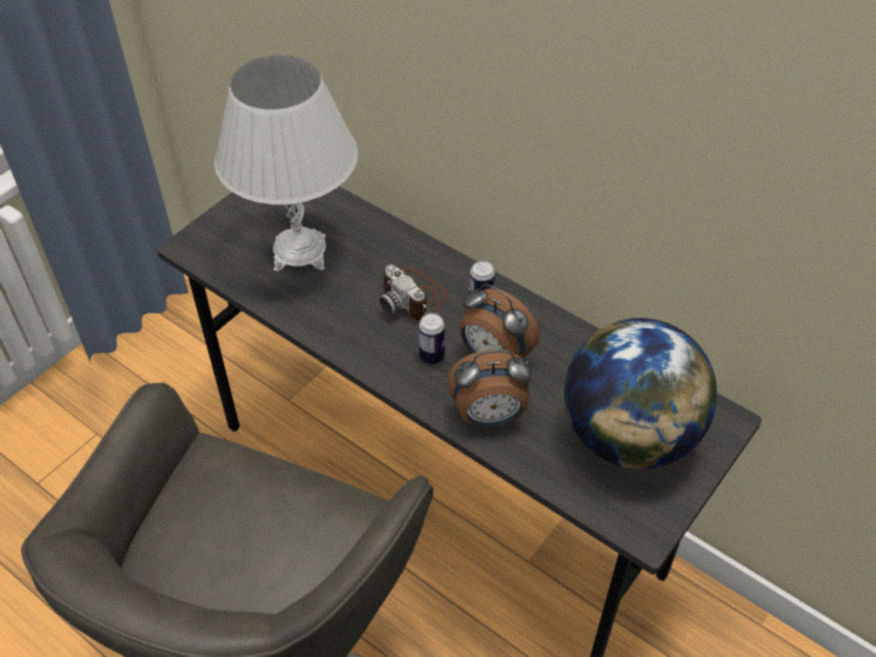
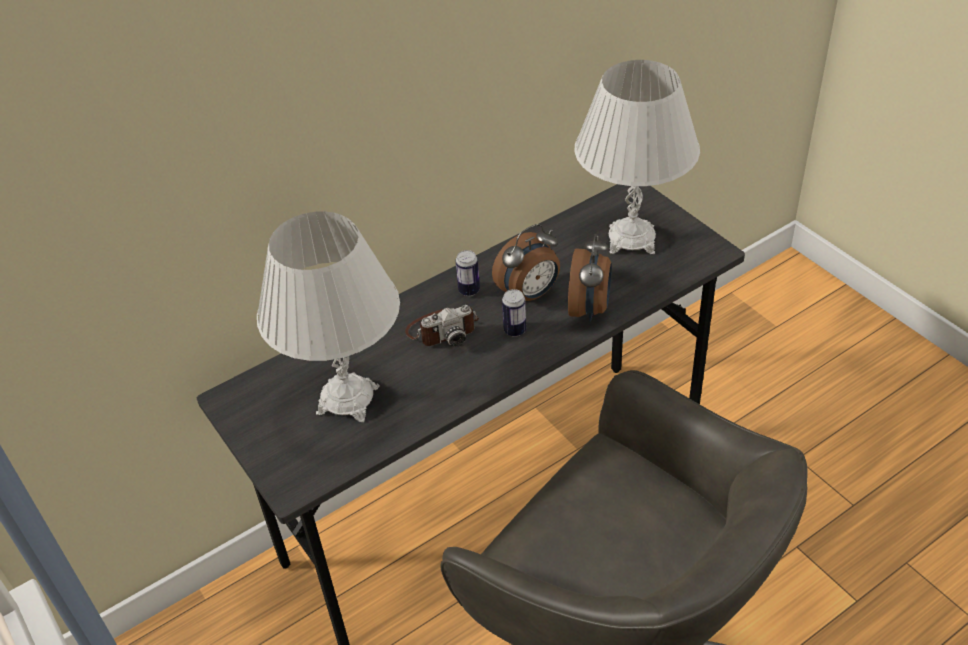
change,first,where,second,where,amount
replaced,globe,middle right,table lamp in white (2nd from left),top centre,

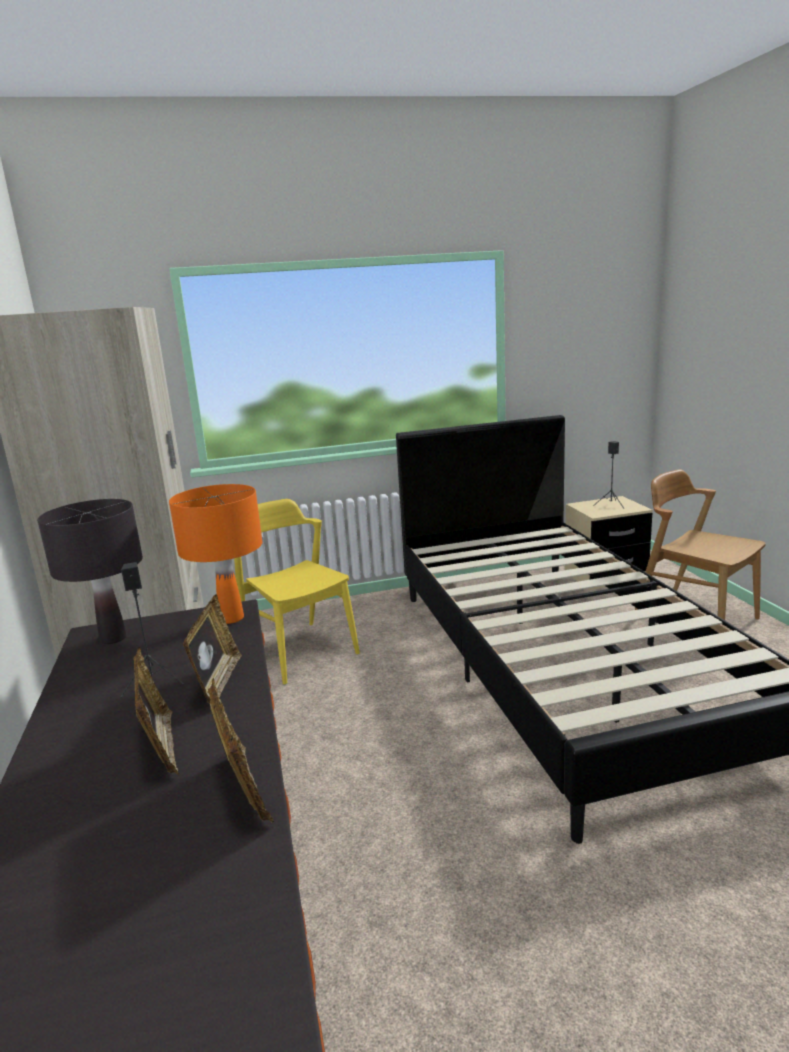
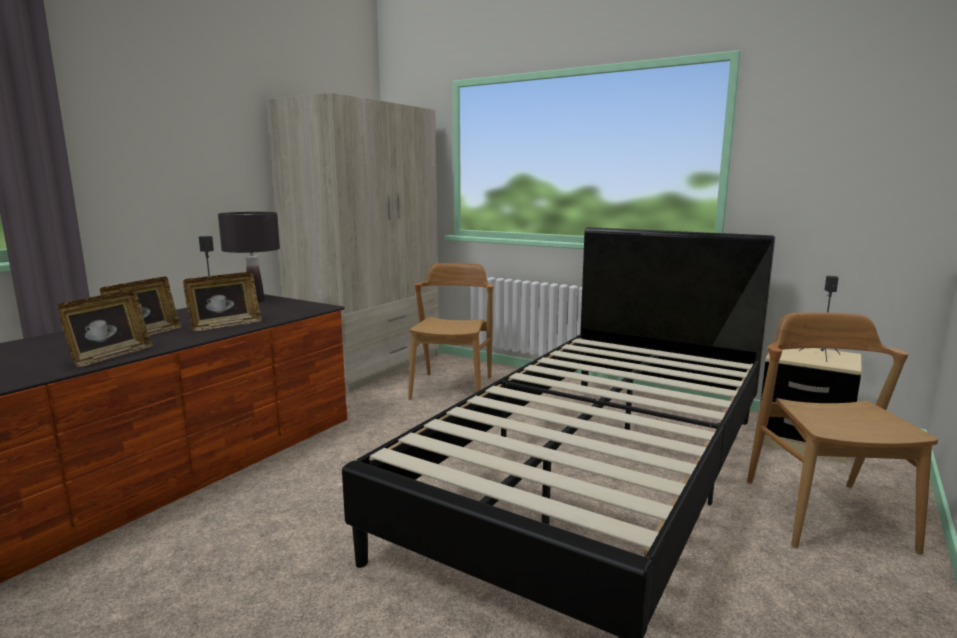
change,first,where,second,where,amount
removed,table lamp in orange,middle left,,,
recoloured,chair in yellow,centre,chair in brown (1st from left),centre,

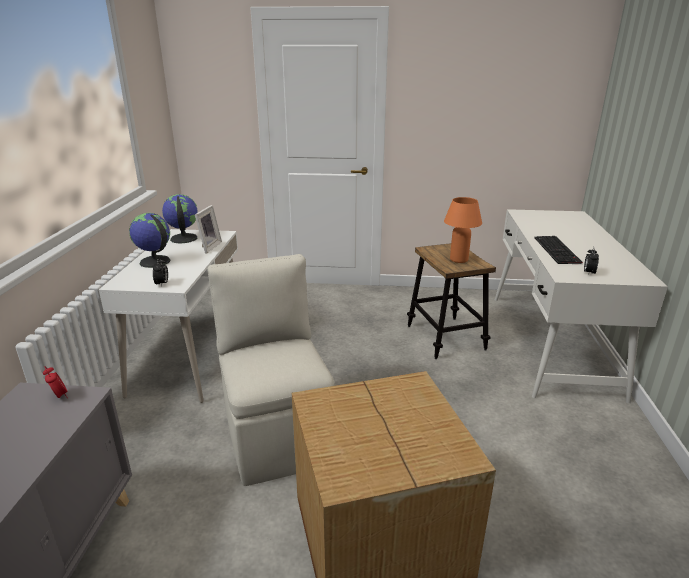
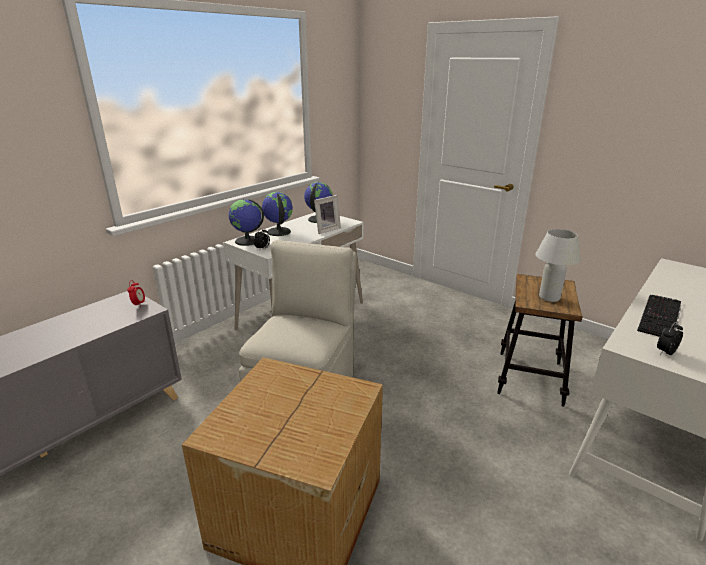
change,first,where,second,where,amount
recoloured,table lamp in orange,middle right,table lamp in white,middle right,
added,,,globe (1st from left),centre,

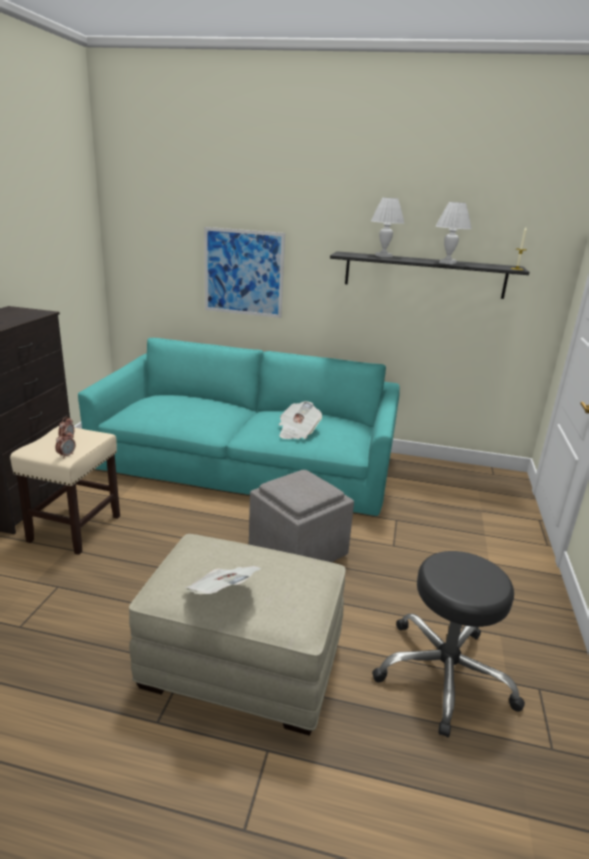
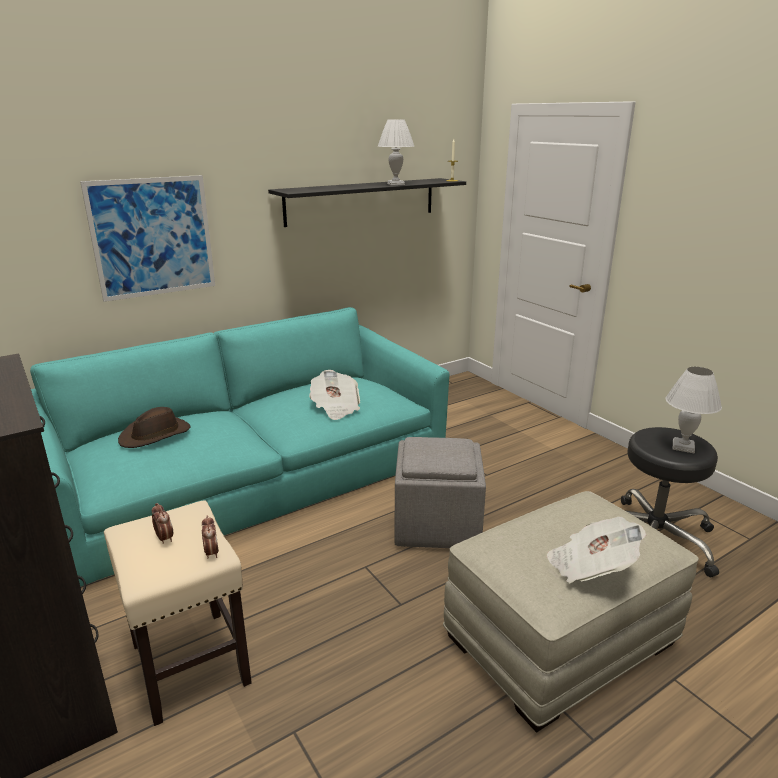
change,first,where,second,where,amount
moved,table lamp in white (1st from left in the first image),top centre,table lamp in white (2nd from left),middle right,
added,,,hat in brown,middle left,

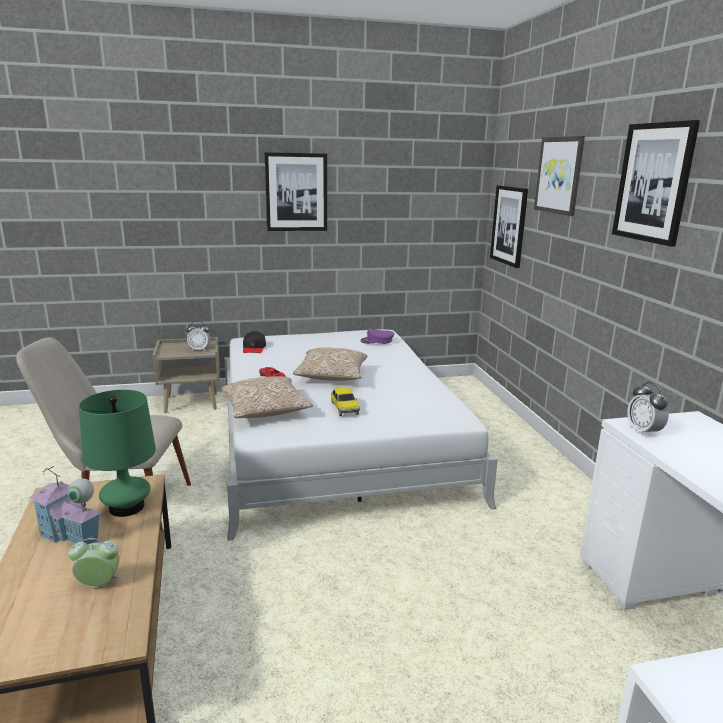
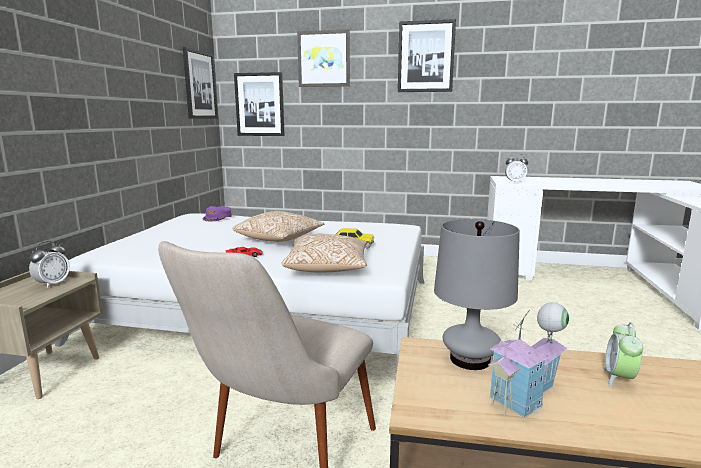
change,first,where,second,where,amount
moved,picture (1st from left),top centre,,top left,
removed,cap in black,centre,,,
recoloured,table lamp in green,middle left,table lamp in grey,middle right,

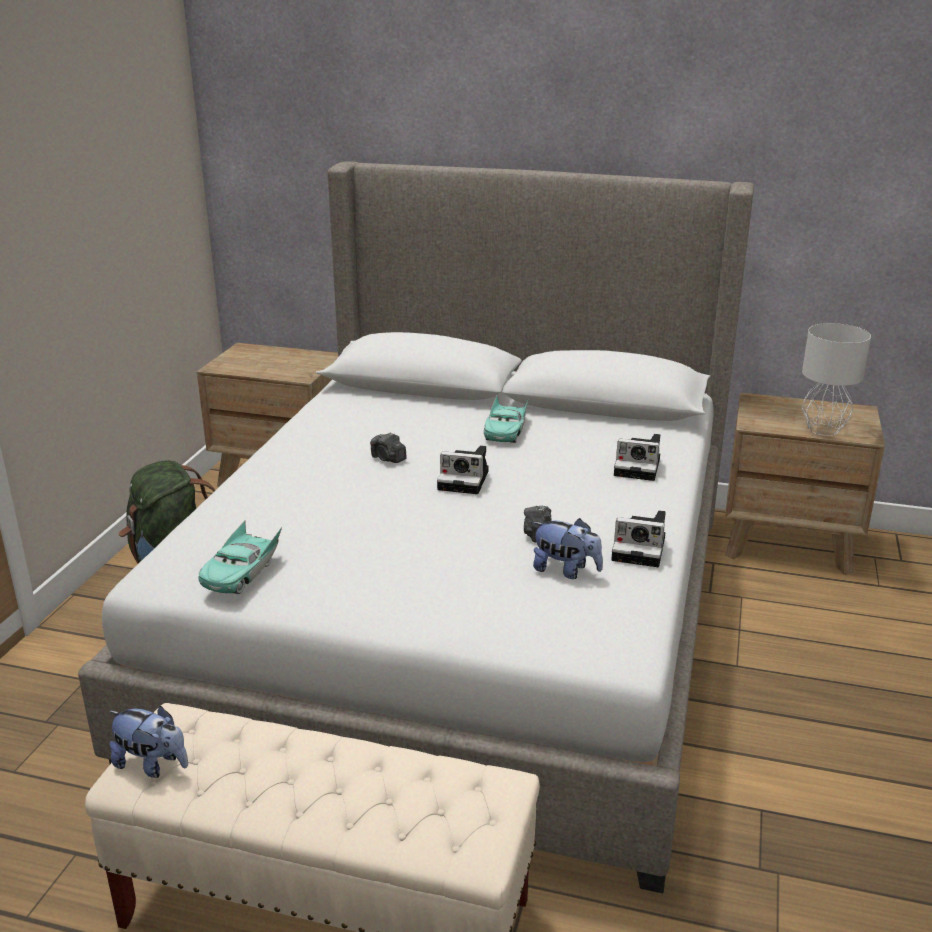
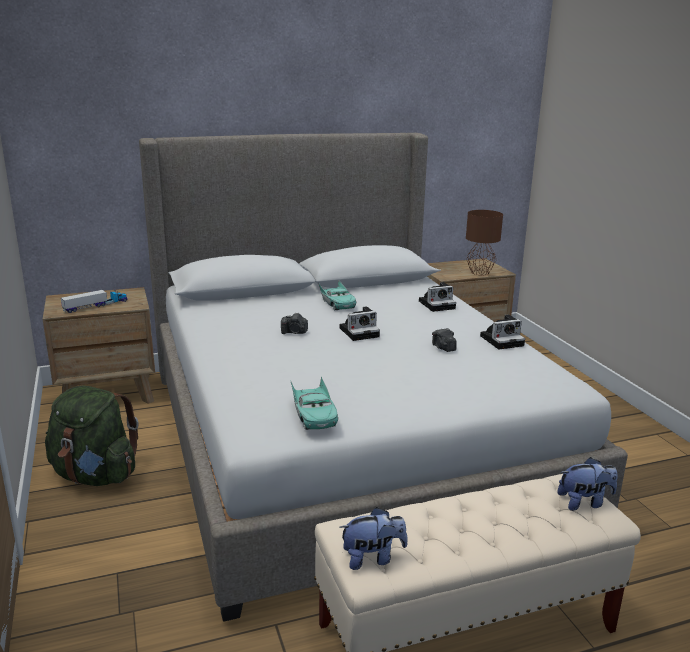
change,first,where,second,where,amount
recoloured,table lamp in grey,middle right,table lamp in brown,middle right,
moved,plush toy (2nd from left),centre,,bottom right,
added,,,toy truck,middle left,

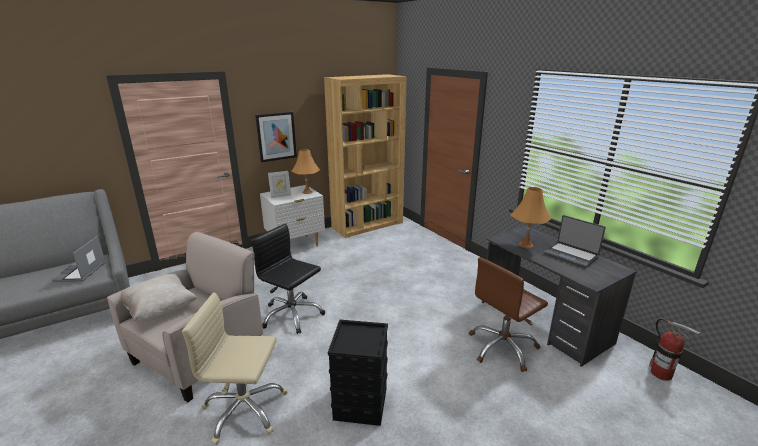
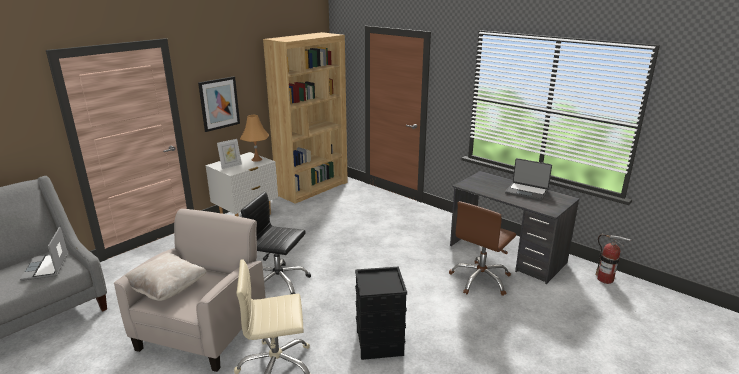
change,first,where,second,where,amount
removed,table lamp in orange (2nd from left),middle right,,,

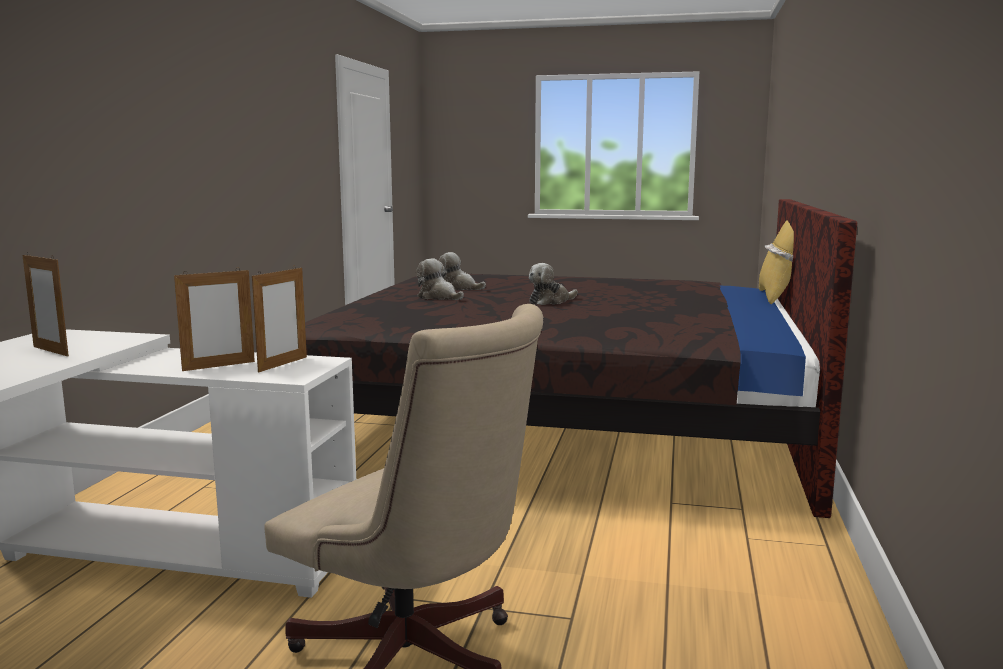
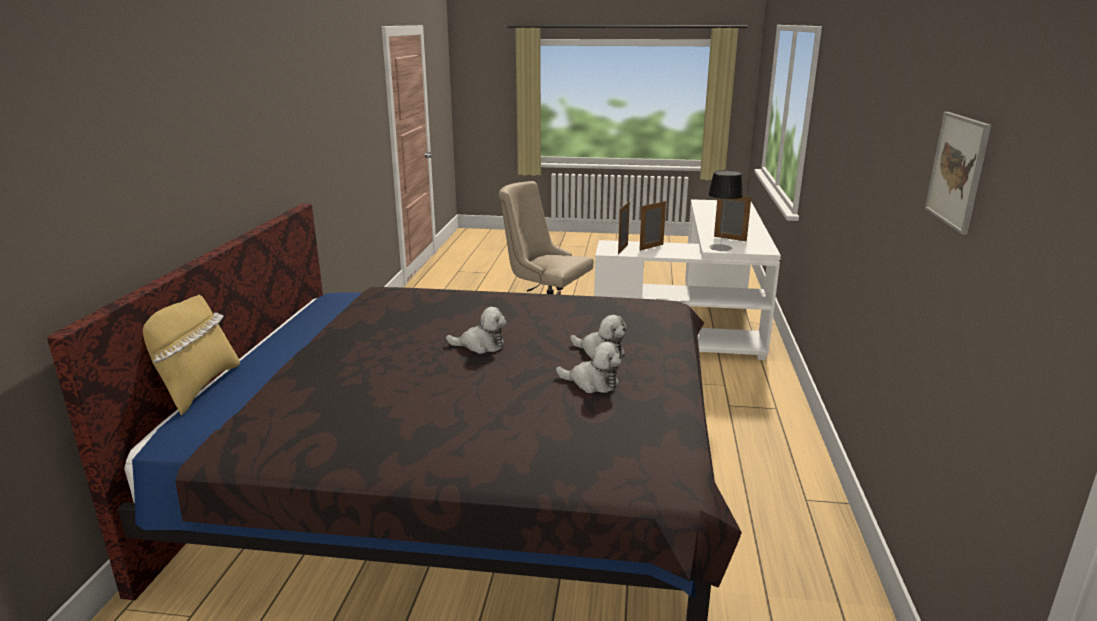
change,first,where,second,where,amount
turned,plush toy (3rd from left in the first image),centre,plush toy (1st from left),centre,45 degrees clockwise
added,,,picture,top right,
added,,,table lamp,centre,

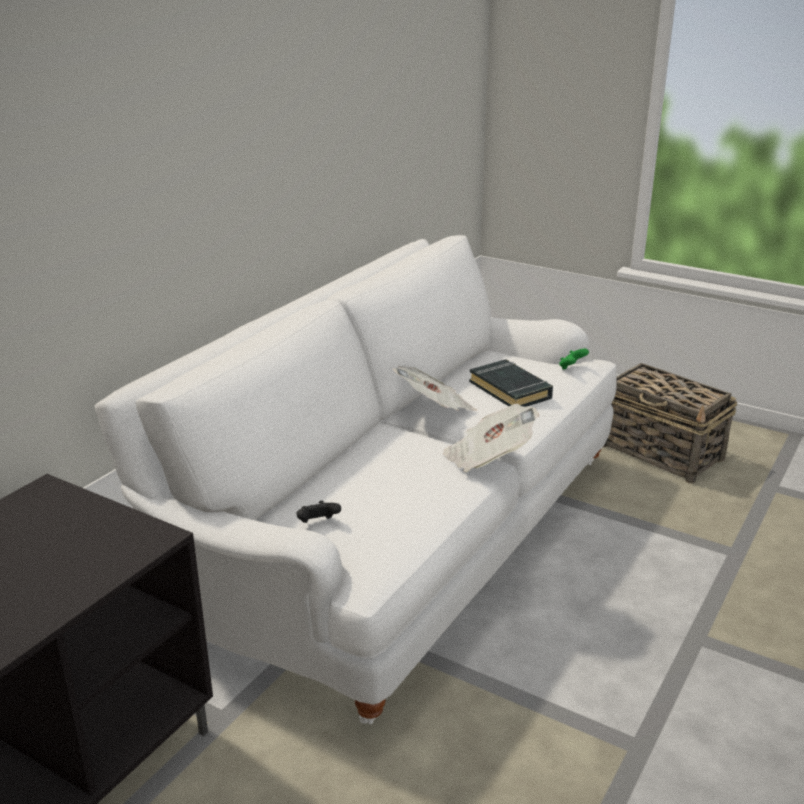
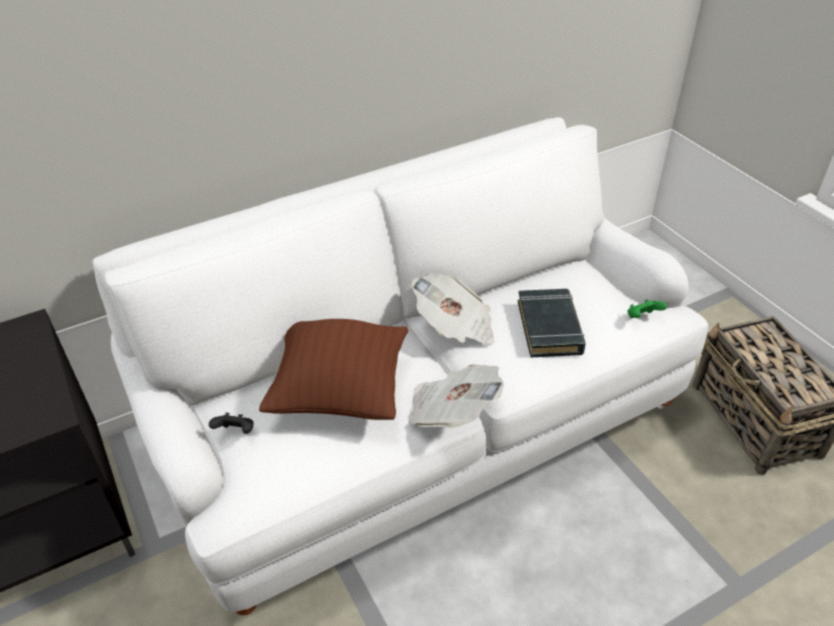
change,first,where,second,where,amount
added,,,pillow in brown,centre,

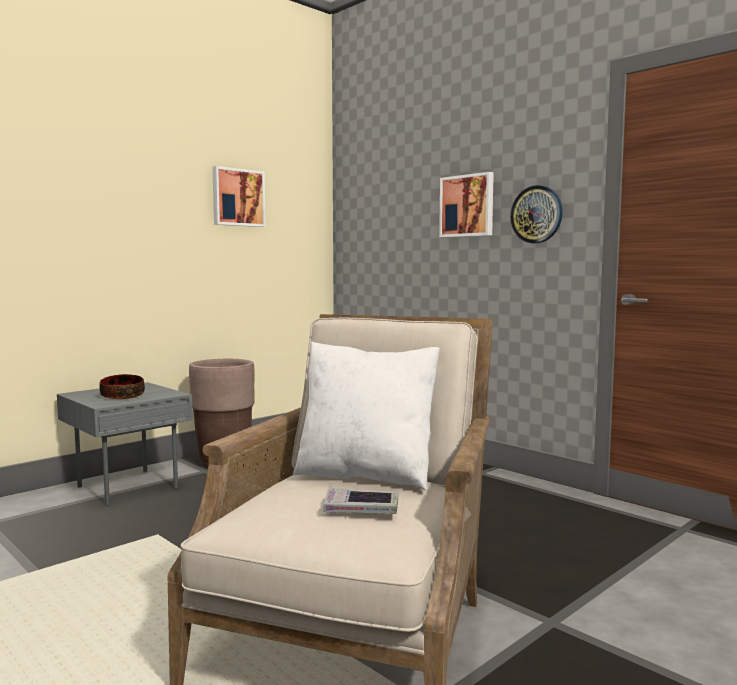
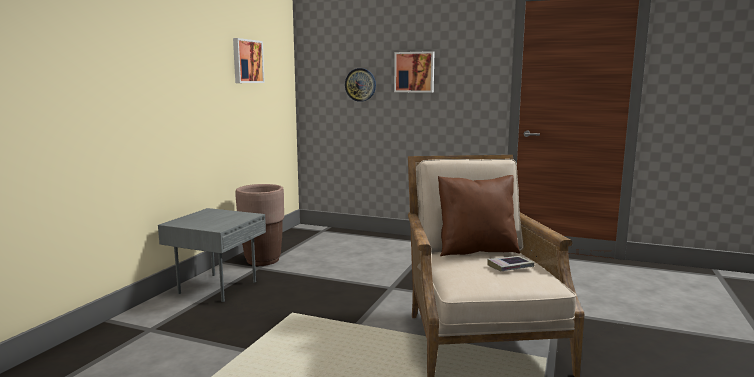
change,first,where,second,where,amount
moved,wall clock,top right,,top centre,
recoloured,pillow in white,centre,pillow in brown,centre,
removed,bowl,middle left,,,

